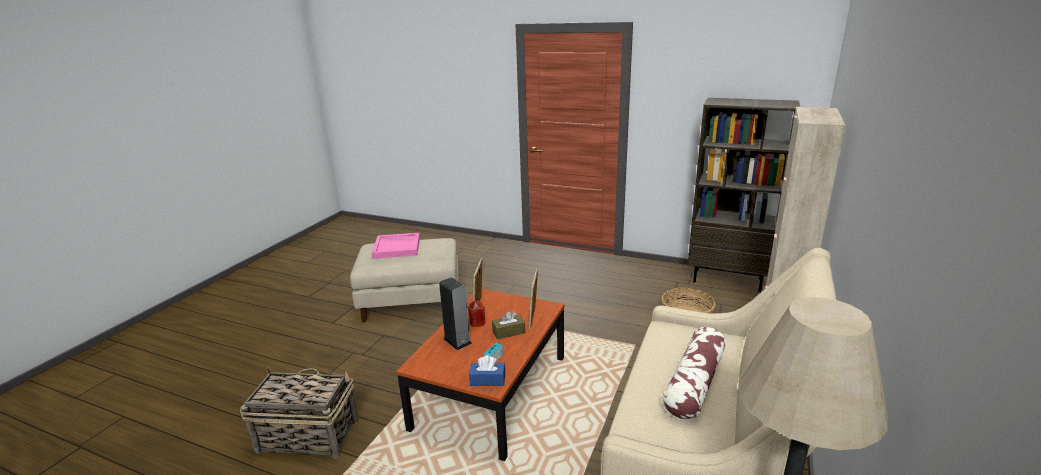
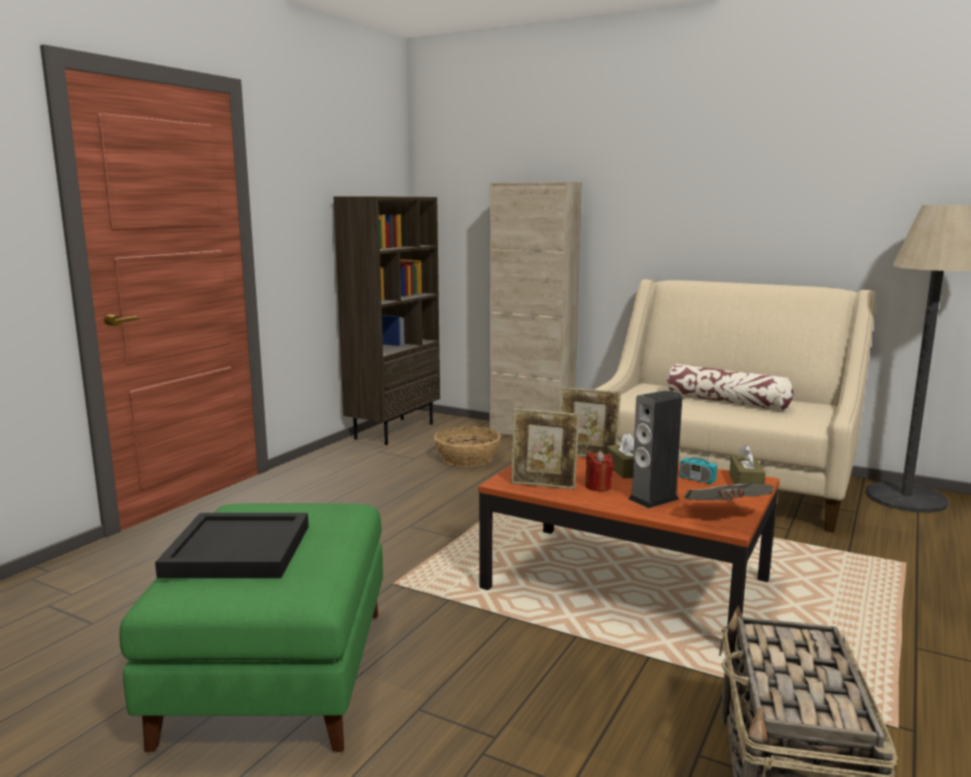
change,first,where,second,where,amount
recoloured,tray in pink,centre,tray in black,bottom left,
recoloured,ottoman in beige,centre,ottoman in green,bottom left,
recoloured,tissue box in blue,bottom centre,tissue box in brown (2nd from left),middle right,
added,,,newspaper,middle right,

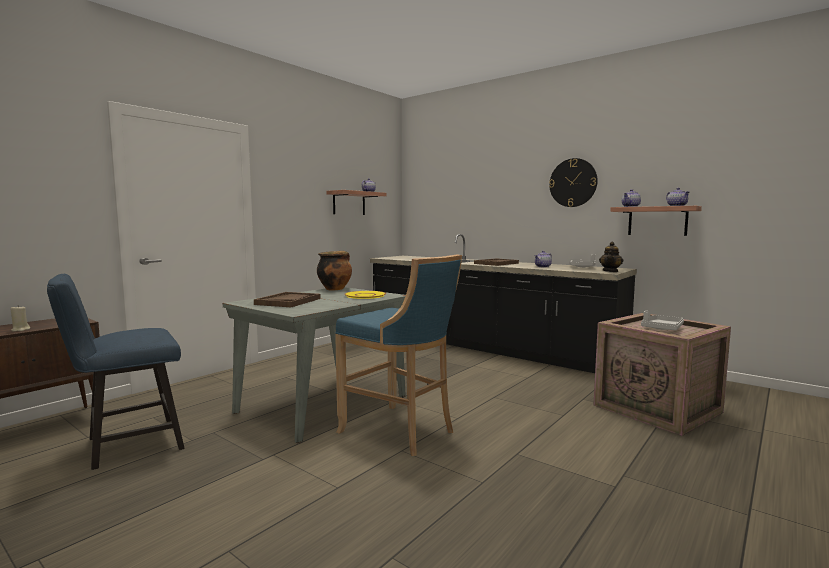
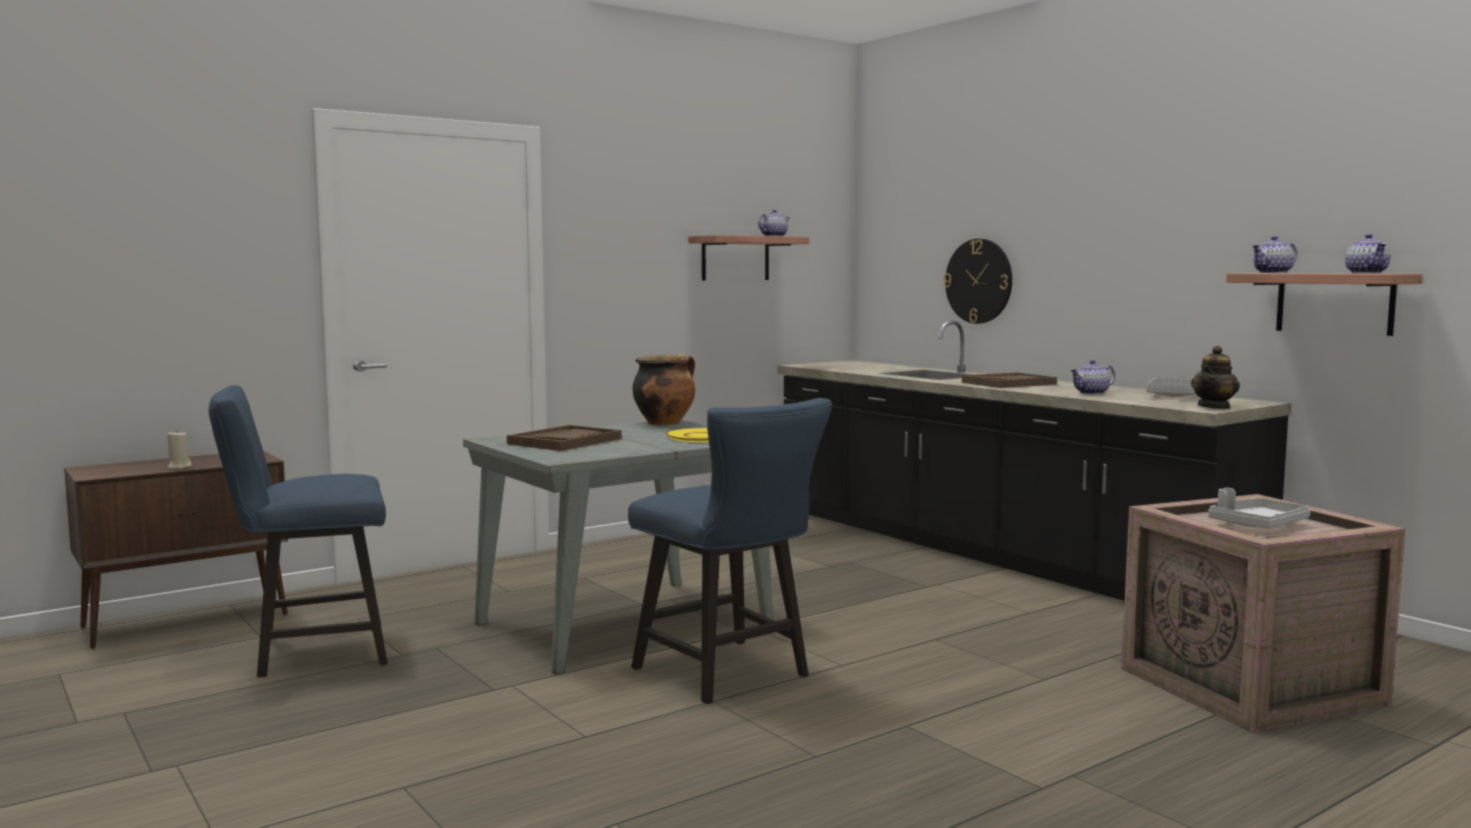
change,first,where,second,where,amount
moved,wall clock,top right,,centre,
replaced,stool in blue,centre,chair in blue (2nd from left),centre,

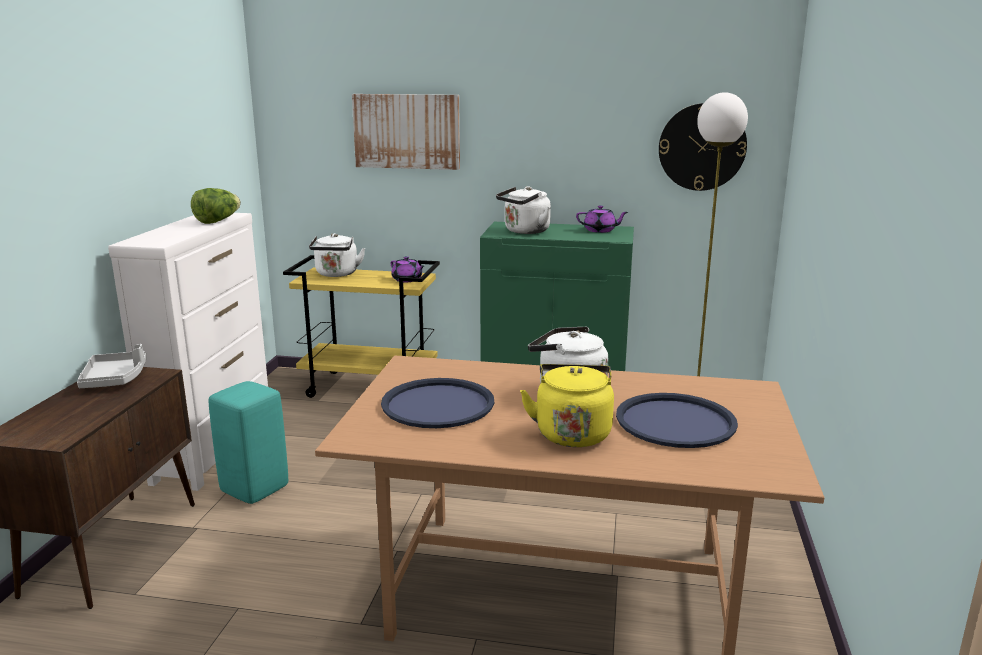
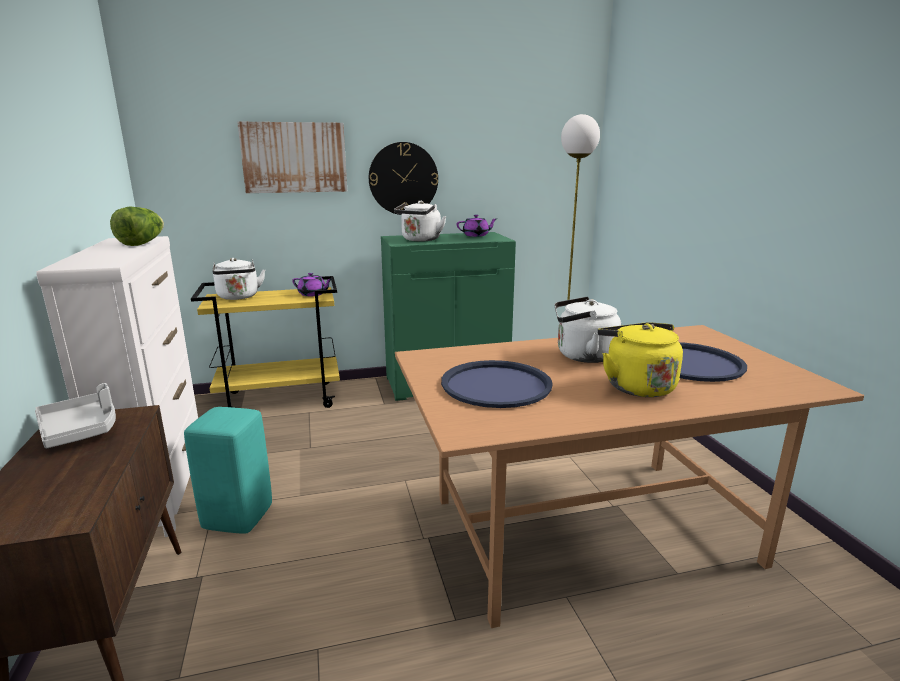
change,first,where,second,where,amount
moved,wall clock,top right,,top centre,

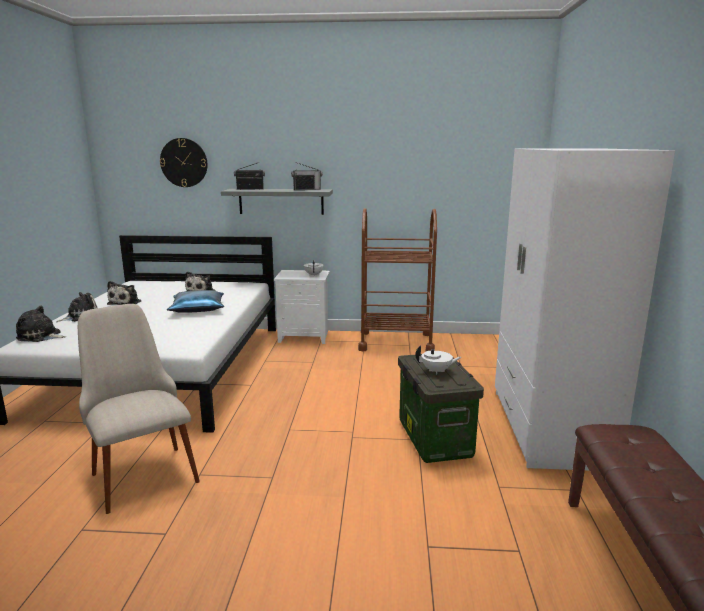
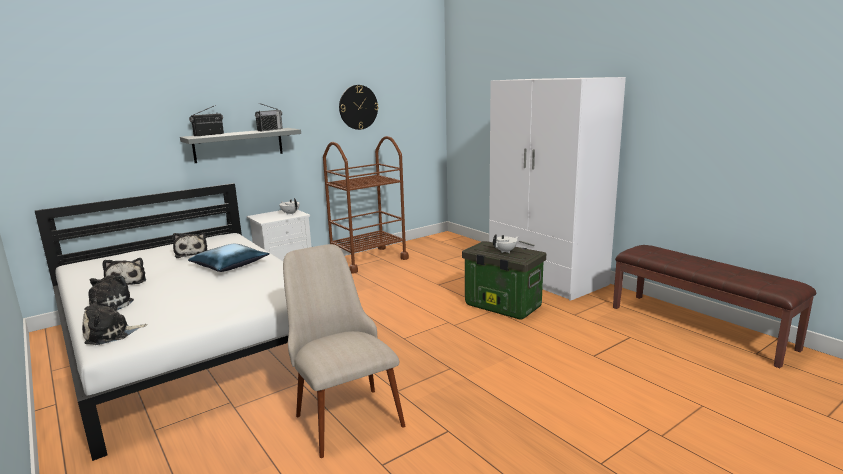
change,first,where,second,where,amount
moved,wall clock,top left,,top centre,
turned,chair in beige,bottom left,,bottom centre,45 degrees clockwise

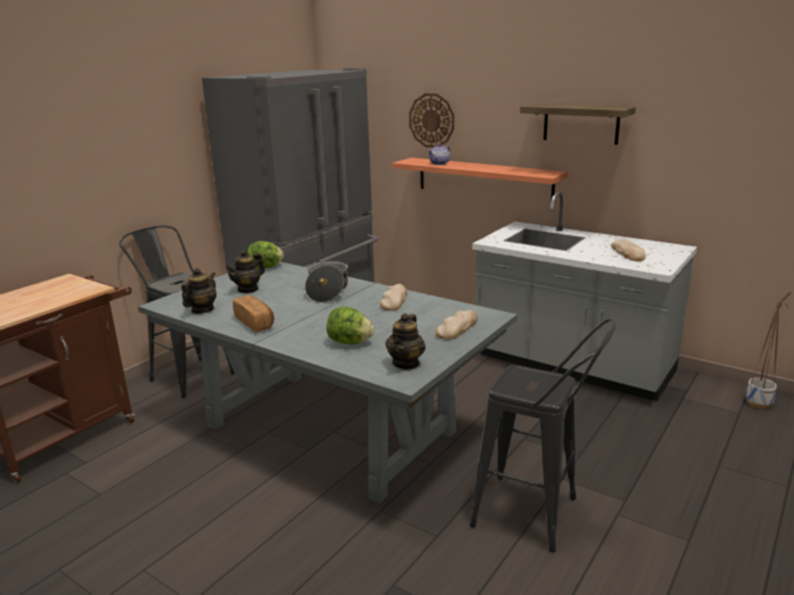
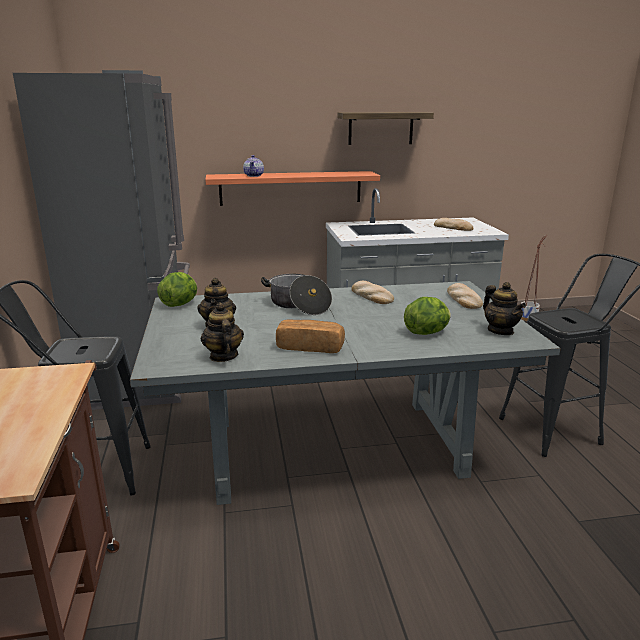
change,first,where,second,where,amount
removed,wall clock,top centre,,,

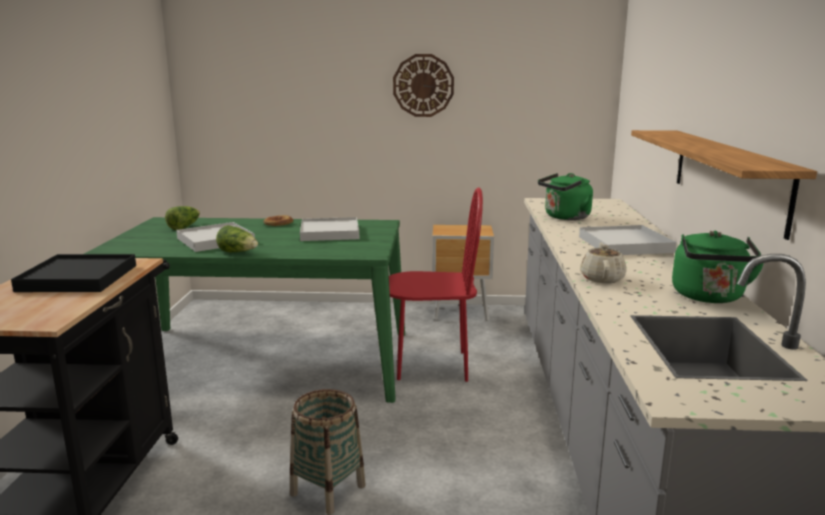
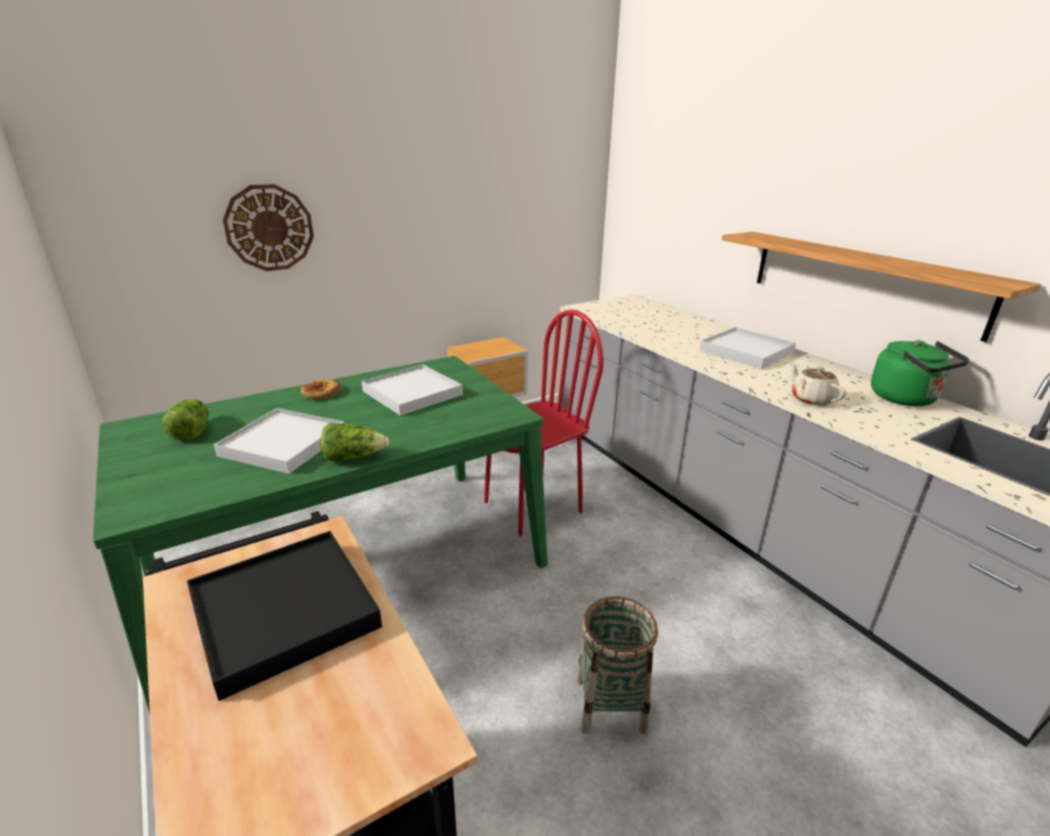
change,first,where,second,where,amount
moved,wall clock,top centre,,top left,
removed,kettle in green (1st from left),middle right,,,

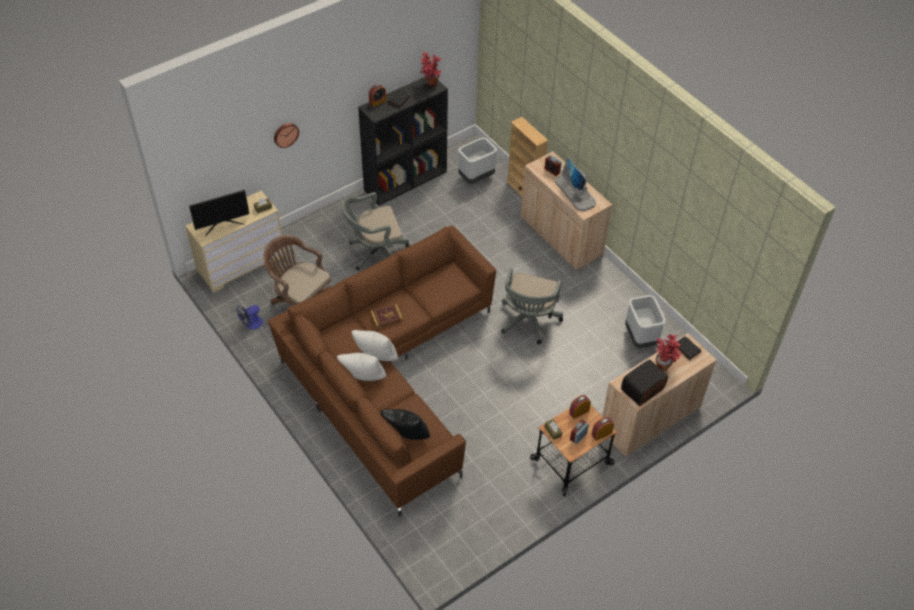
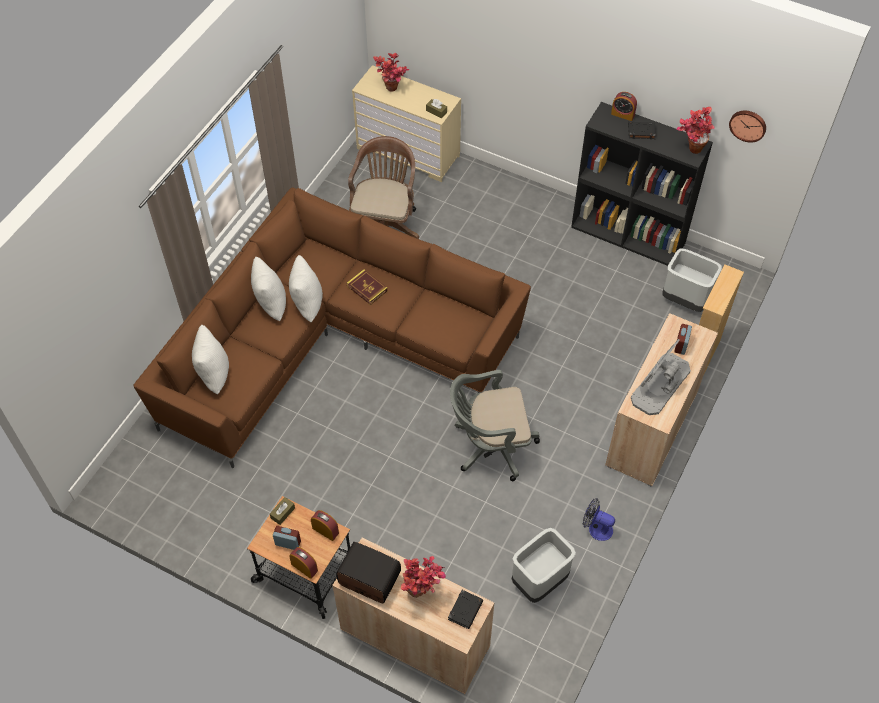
change,first,where,second,where,amount
moved,wall clock,top left,,top right,
replaced,monitor (1st from left),middle left,potted plant (1st from left),top centre,
removed,office chair in grey (1st from left),centre,,,
moved,fan,middle left,,bottom right,
recoloured,pillow in black,bottom centre,pillow in white (1st from left),middle left,

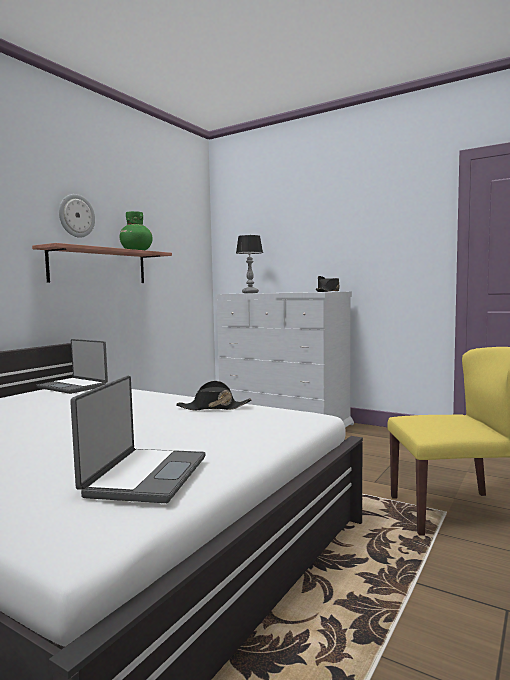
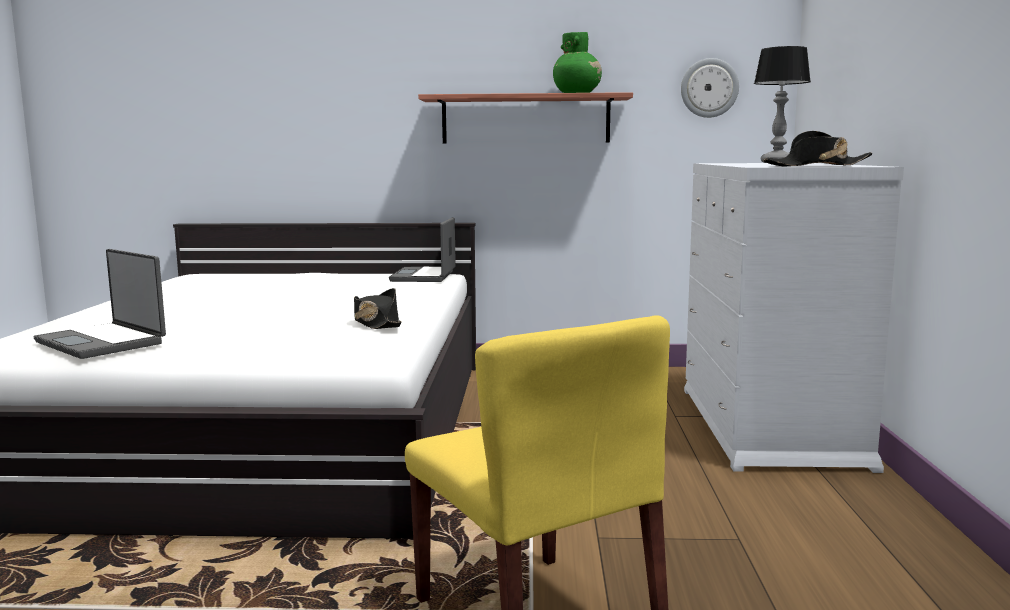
change,first,where,second,where,amount
moved,wall clock,top left,,top right,
turned,laptop (2nd from left in the first image),middle left,laptop (1st from left),middle left,60 degrees clockwise

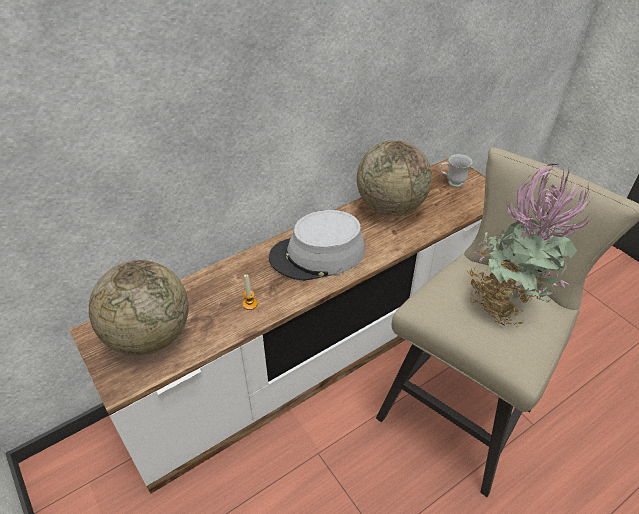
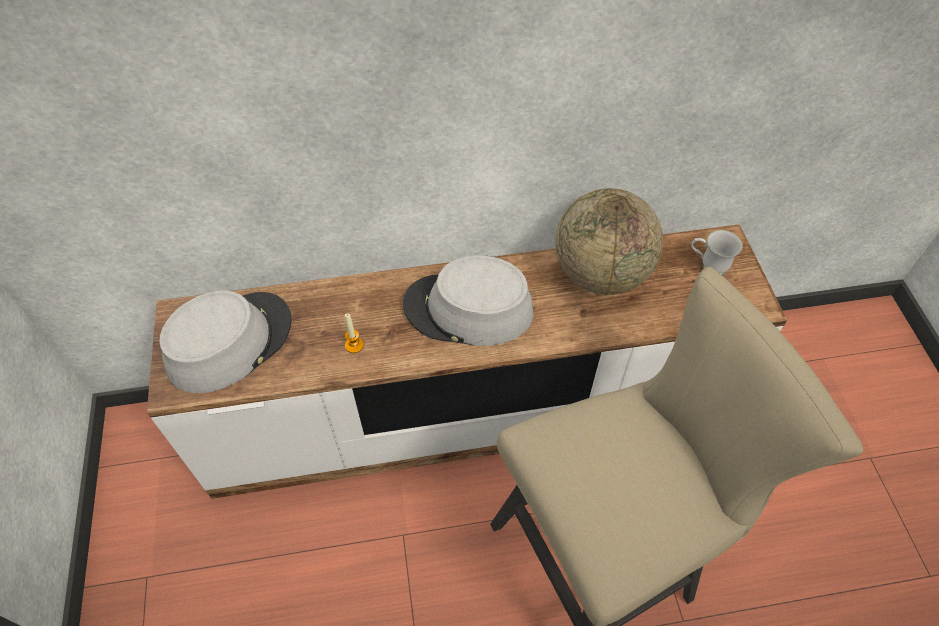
change,first,where,second,where,amount
removed,potted plant,middle right,,,
replaced,globe (1st from left),middle left,hat in grey (1st from left),middle left,

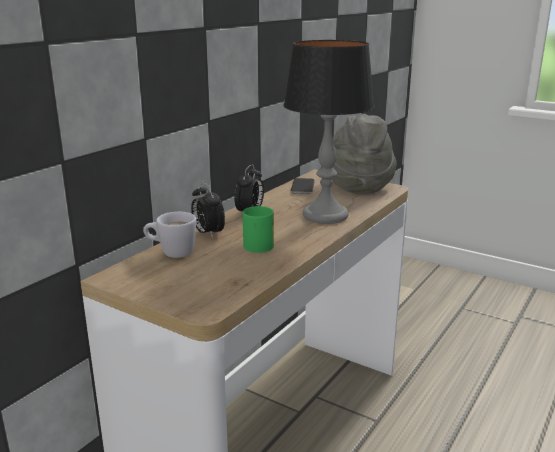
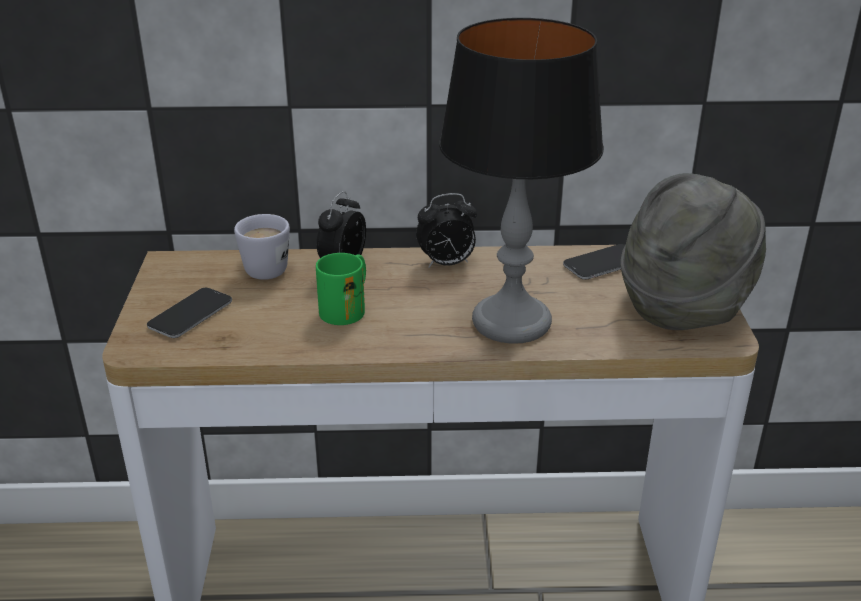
change,first,where,second,where,amount
added,,,phone (1st from left),middle left,

